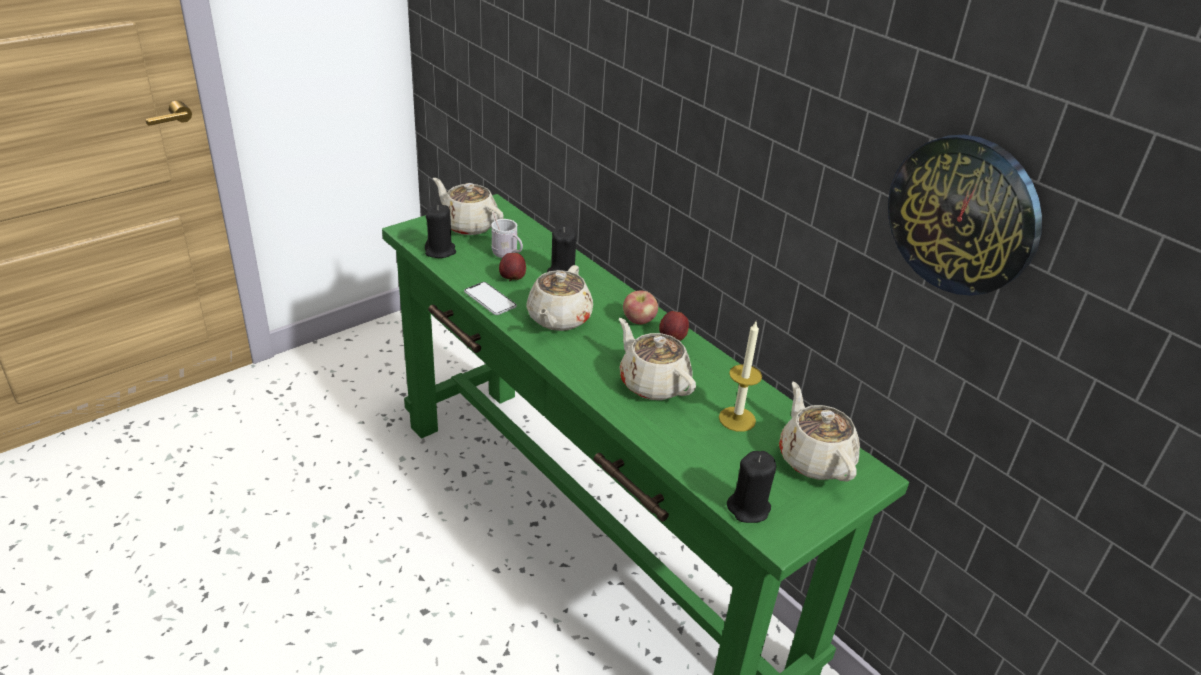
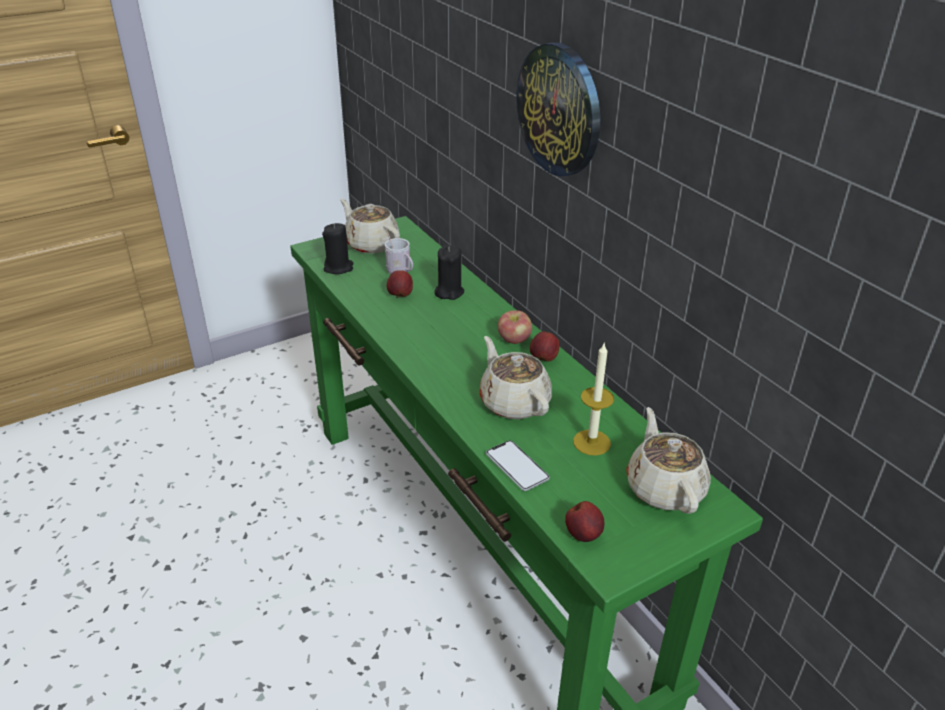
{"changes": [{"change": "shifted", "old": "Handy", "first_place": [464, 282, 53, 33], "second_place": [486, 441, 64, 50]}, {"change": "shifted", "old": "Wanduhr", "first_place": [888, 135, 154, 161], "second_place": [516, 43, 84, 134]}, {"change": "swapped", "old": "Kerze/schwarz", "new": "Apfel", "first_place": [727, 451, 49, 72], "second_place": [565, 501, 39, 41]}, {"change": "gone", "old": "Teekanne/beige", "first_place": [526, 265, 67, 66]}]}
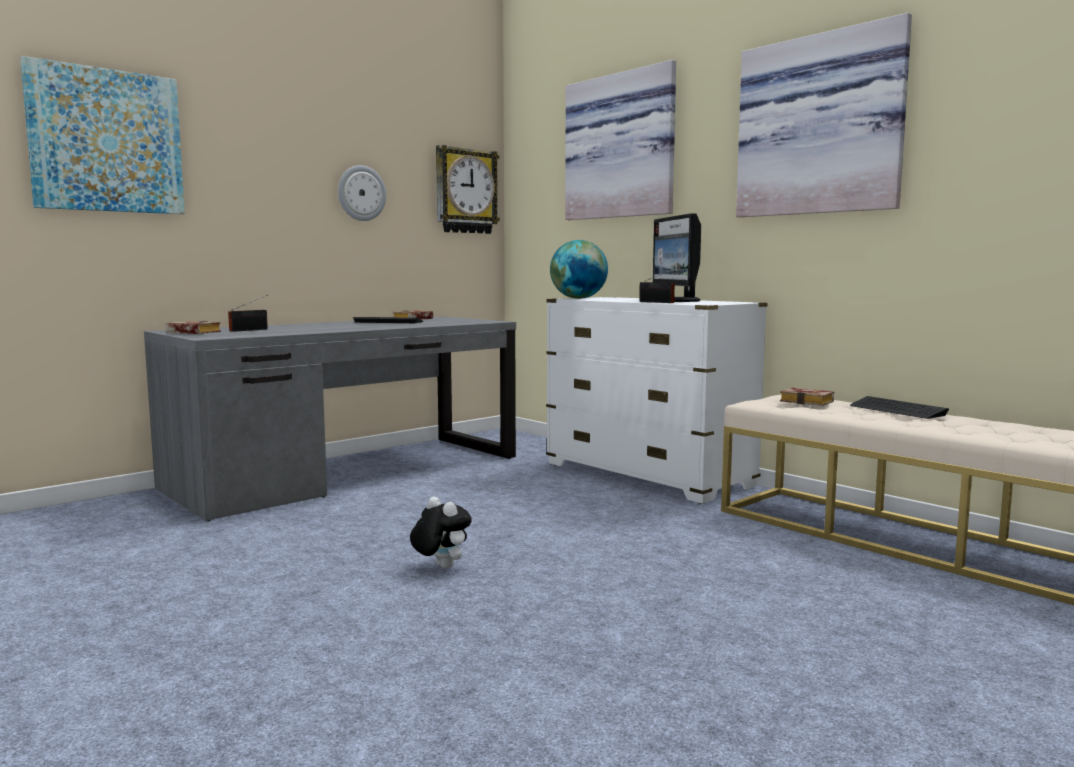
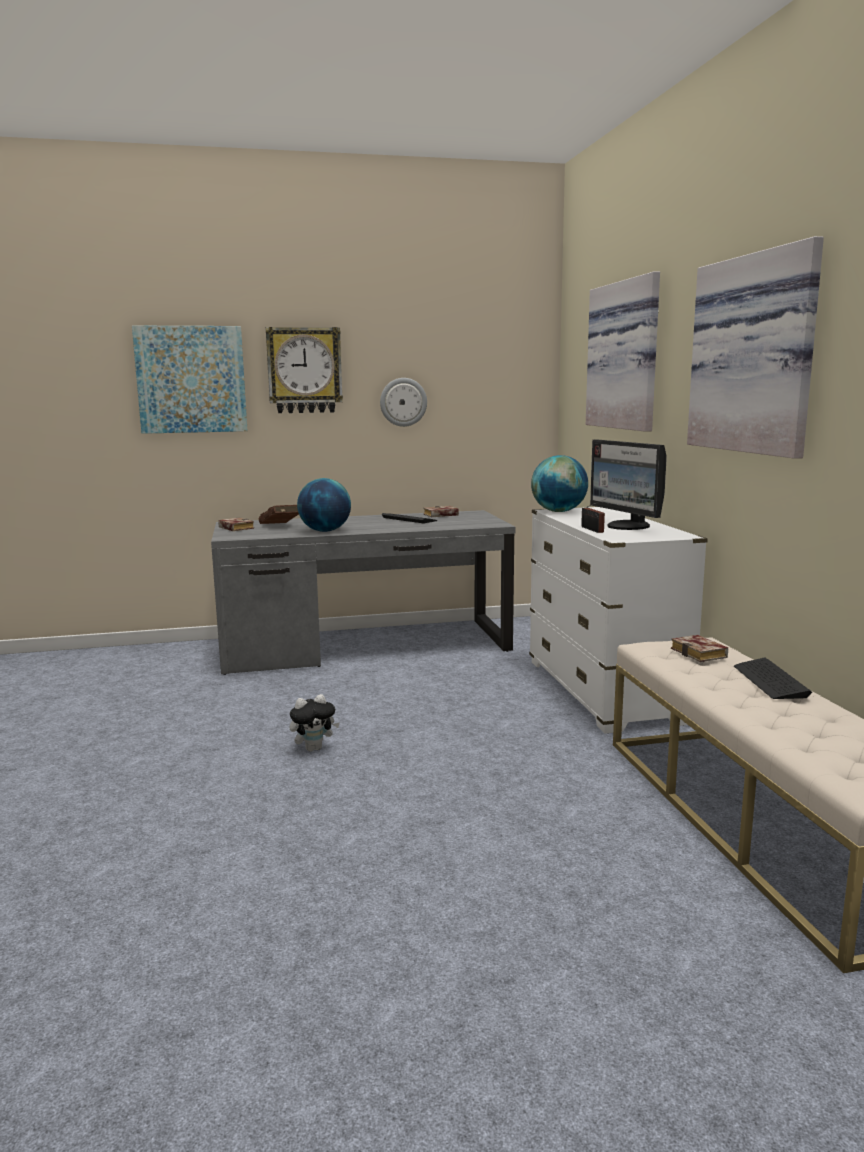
{"changes": [{"change": "swapped", "old": "Radio", "new": "Buch/braun", "first_place": [228, 295, 40, 37], "second_place": [259, 505, 40, 19]}, {"change": "shifted", "old": "Wanduhr", "first_place": [436, 145, 64, 89], "second_place": [266, 327, 77, 86]}, {"change": "rotated", "old": "Plüschtier", "first_place": [410, 497, 62, 72], "second_place": [290, 694, 50, 58], "degrees": 75}, {"change": "new", "new": "Globus", "second_place": [297, 478, 54, 54]}, {"change": "rotated", "old": "Monitor", "first_place": [653, 213, 48, 89], "second_place": [590, 439, 77, 91], "degrees": -45}]}
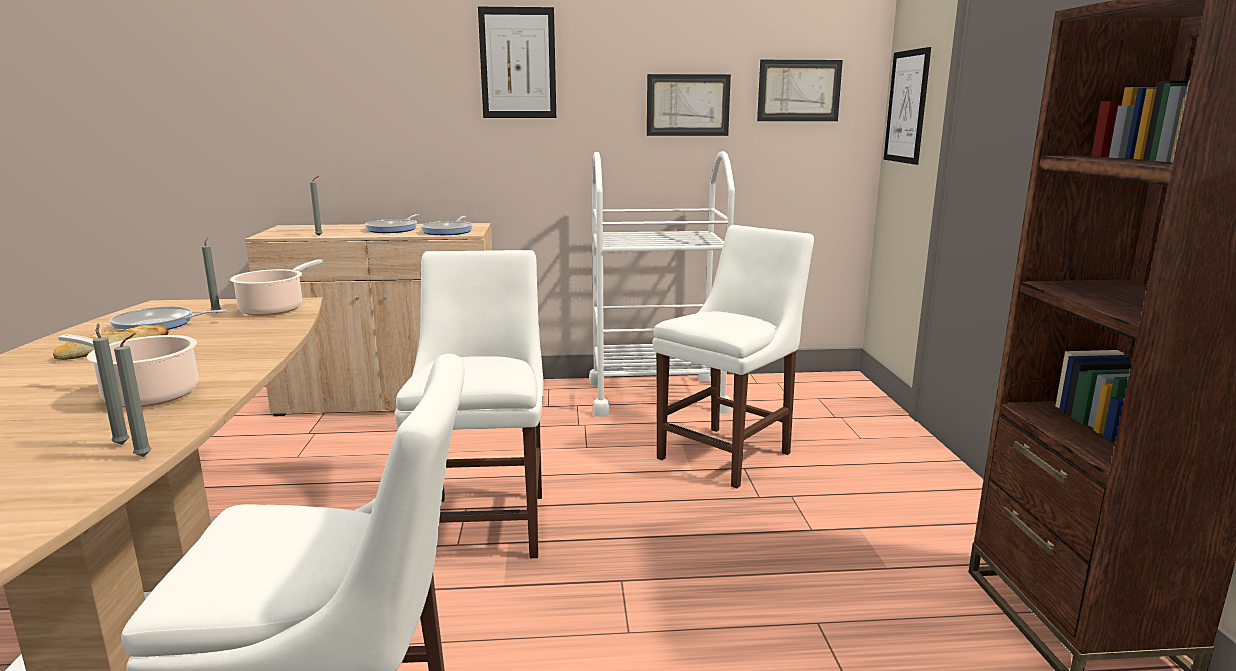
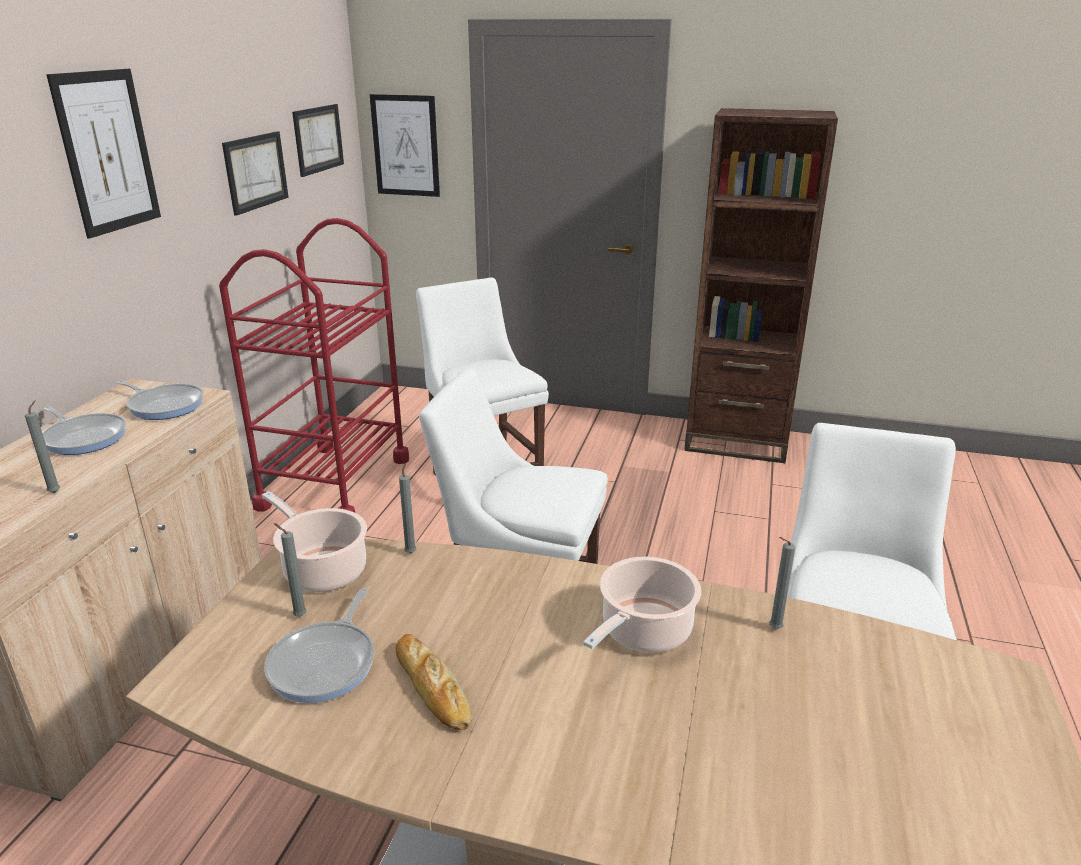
{"changes": [{"change": "repainted", "old": "Rollwagen/weiß", "new": "Rollwagen/rot", "first_place": [589, 151, 146, 266], "second_place": [219, 218, 190, 295]}, {"change": "shifted", "old": "Kerze/grau", "first_place": [114, 333, 37, 124], "second_place": [399, 463, 17, 90]}]}
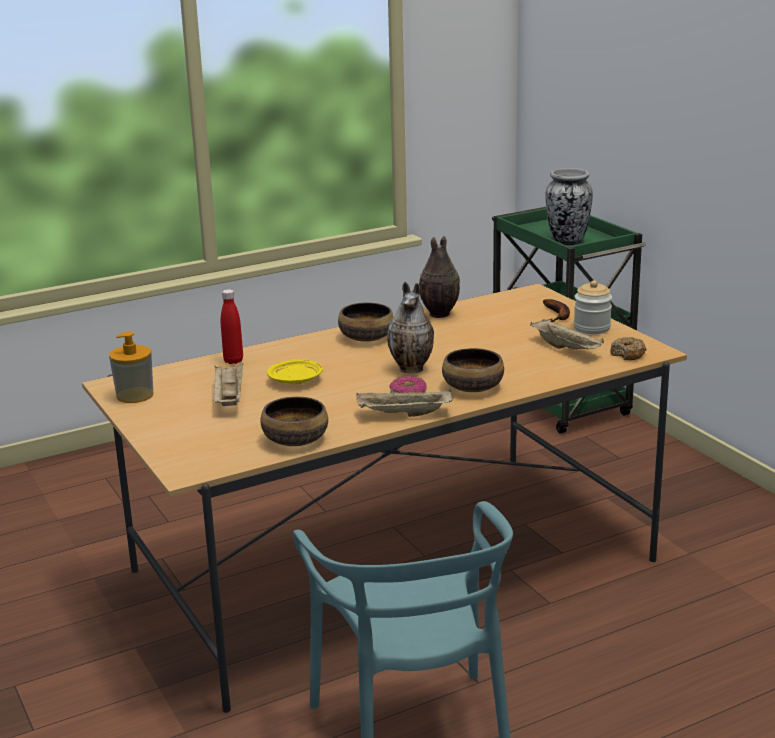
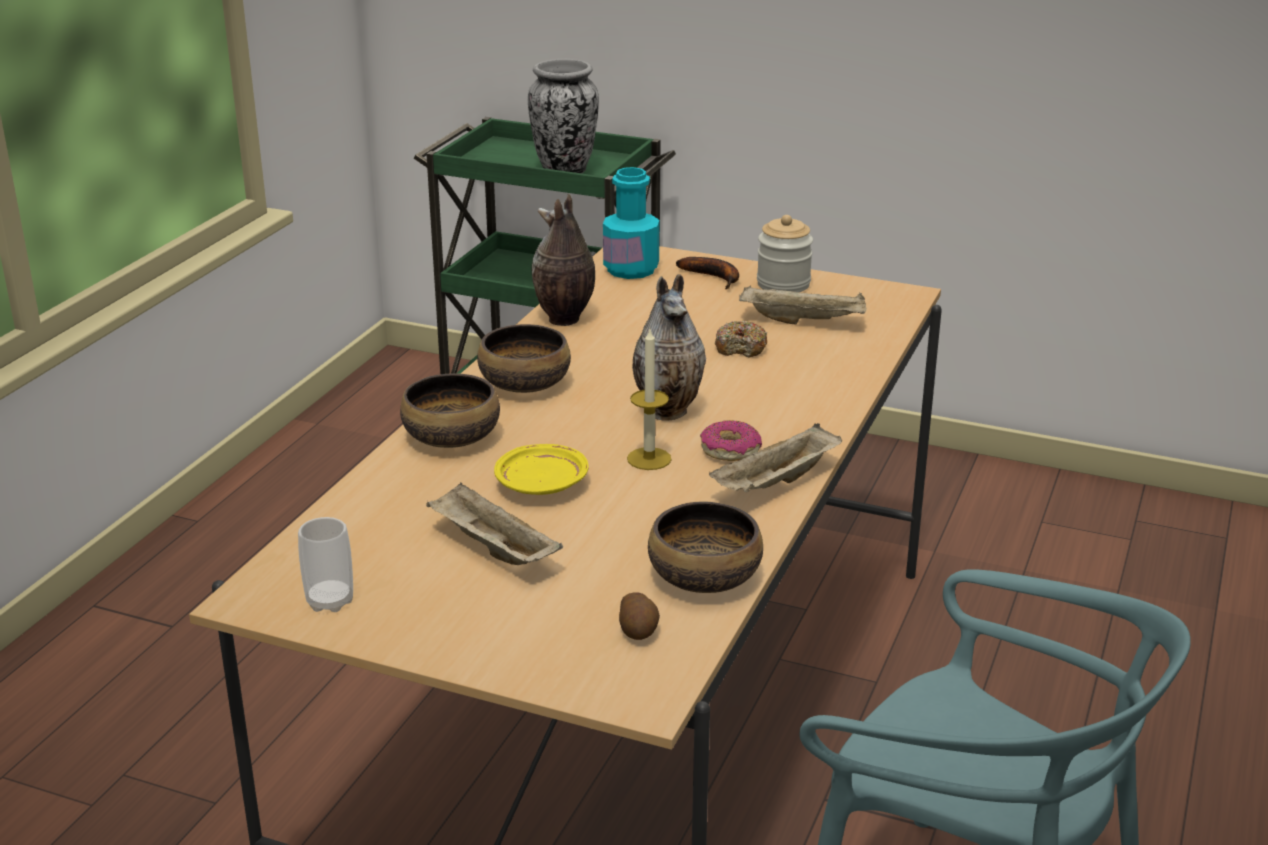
{"changes": [{"change": "swapped", "old": "Seifenspender", "new": "Tasse", "first_place": [109, 331, 44, 72], "second_place": [298, 517, 55, 95]}, {"change": "shifted", "old": "Schüssel", "first_place": [442, 348, 62, 44], "second_place": [400, 373, 100, 75]}, {"change": "new", "new": "Flasche/türkis", "second_place": [603, 167, 56, 112]}, {"change": "new", "new": "Kartoffel", "second_place": [619, 592, 41, 48]}, {"change": "new", "new": "Kerze", "second_place": [627, 329, 45, 141]}, {"change": "shifted", "old": "Donut", "first_place": [610, 337, 37, 23], "second_place": [715, 321, 52, 36]}, {"change": "gone", "old": "Flasche/rot", "first_place": [221, 289, 22, 75]}]}
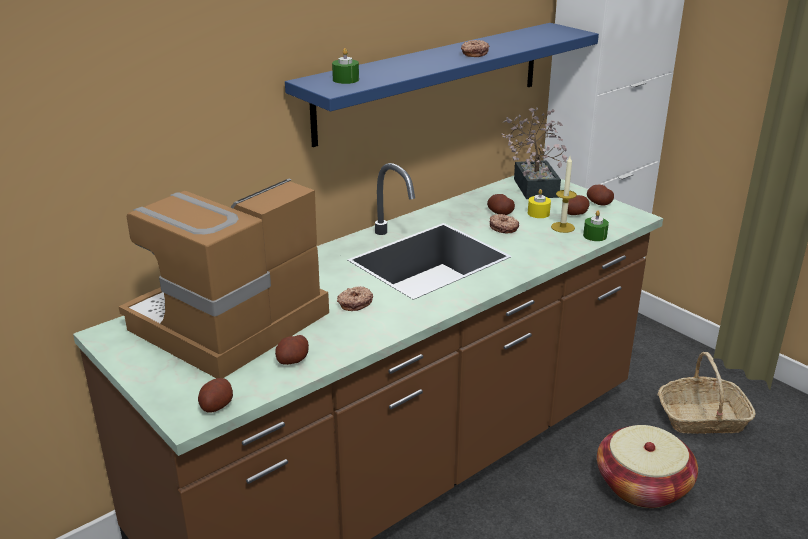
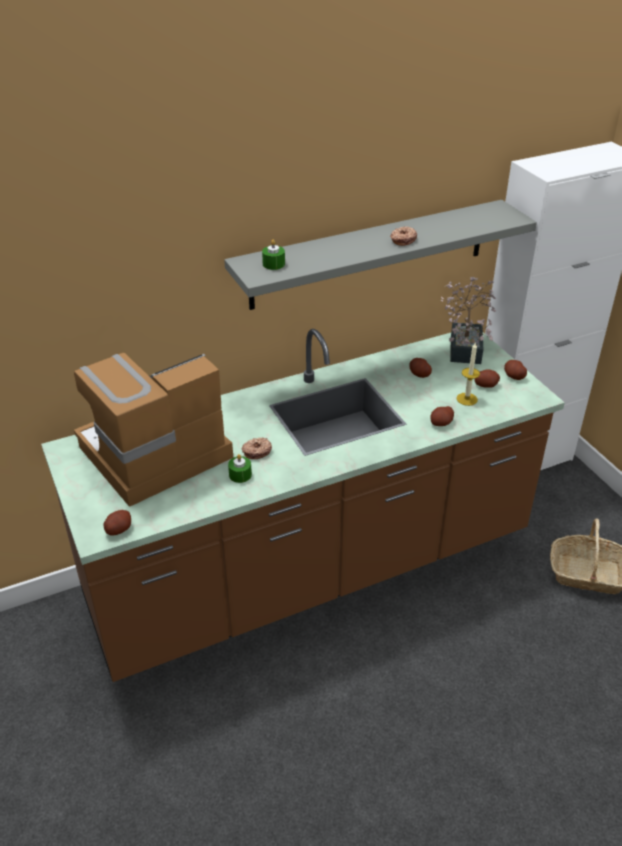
{"changes": [{"change": "repainted", "old": "Wandregal/blau", "new": "Wandregal/grau", "first_place": [285, 23, 314, 124], "second_place": [224, 200, 313, 110]}, {"change": "shifted", "old": "Kerze/grün", "first_place": [583, 211, 26, 30], "second_place": [228, 454, 24, 29]}, {"change": "shifted", "old": "Kartoffel", "first_place": [275, 335, 34, 30], "second_place": [430, 406, 24, 20]}, {"change": "gone", "old": "Donut", "first_place": [490, 214, 29, 19]}, {"change": "gone", "old": "Kerze/gelb", "first_place": [528, 189, 23, 29]}, {"change": "gone", "old": "Korb", "first_place": [597, 425, 101, 83]}]}
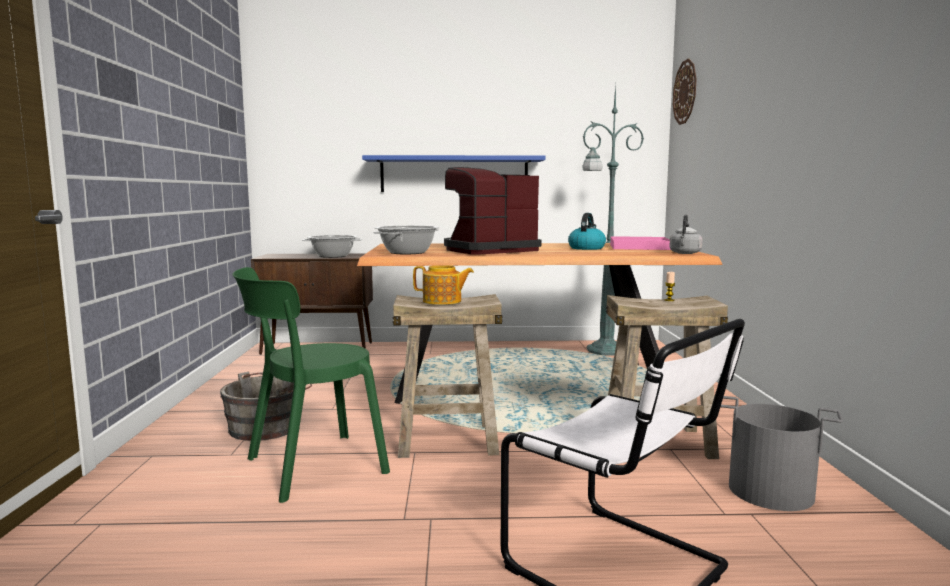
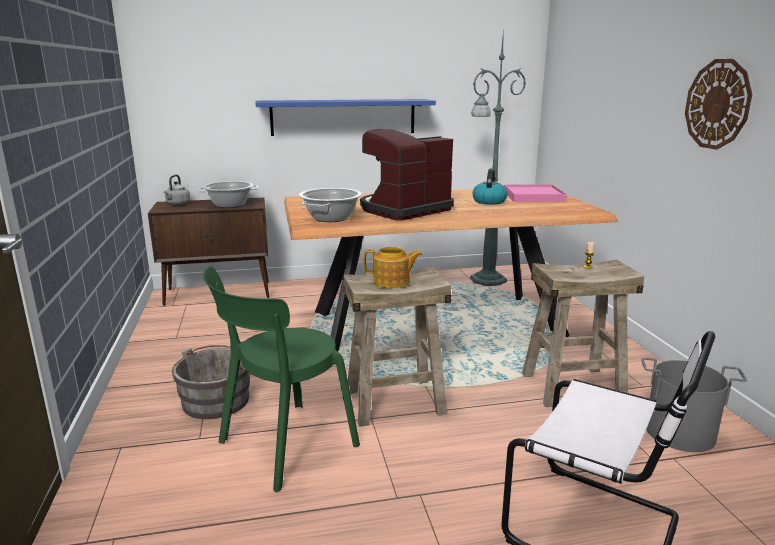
{"changes": [{"change": "shifted", "old": "Wasserkessel/grau", "first_place": [669, 215, 34, 39], "second_place": [164, 174, 26, 31]}, {"change": "shifted", "old": "Wanduhr", "first_place": [673, 59, 24, 66], "second_place": [685, 59, 67, 91]}]}
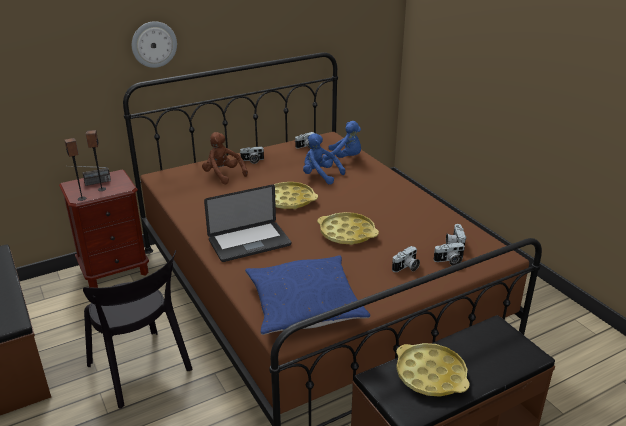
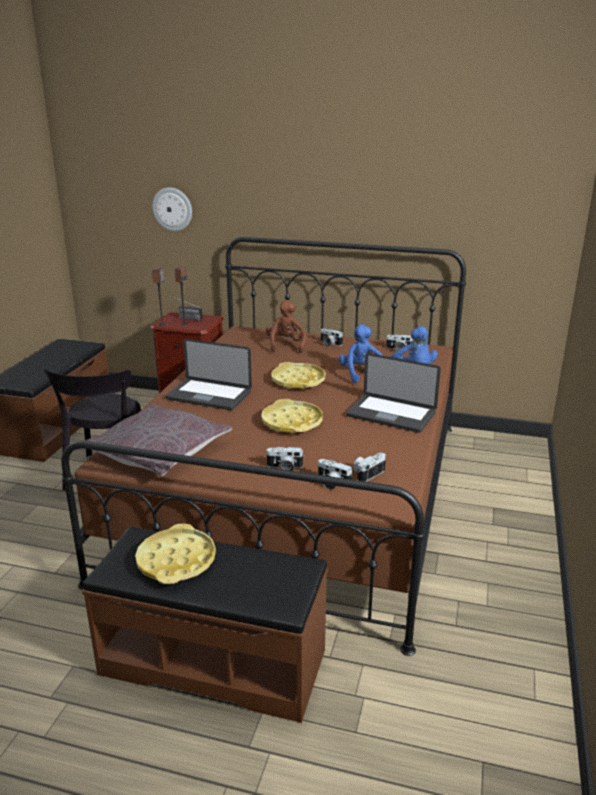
{"changes": [{"change": "repainted", "old": "Kissen/blau", "new": "Kissen/grau", "first_place": [245, 255, 125, 80], "second_place": [85, 404, 147, 72]}, {"change": "shifted", "old": "Wanduhr", "first_place": [132, 21, 45, 47], "second_place": [152, 187, 40, 44]}, {"change": "new", "new": "Laptop", "second_place": [346, 353, 95, 79]}]}
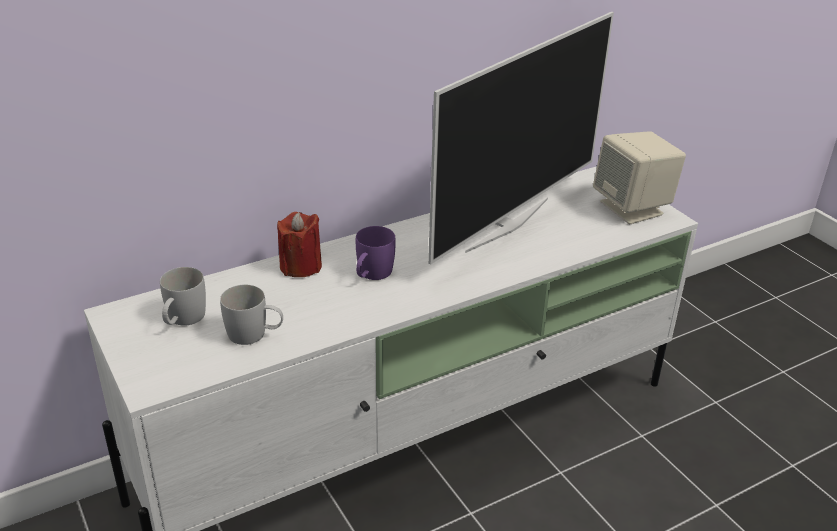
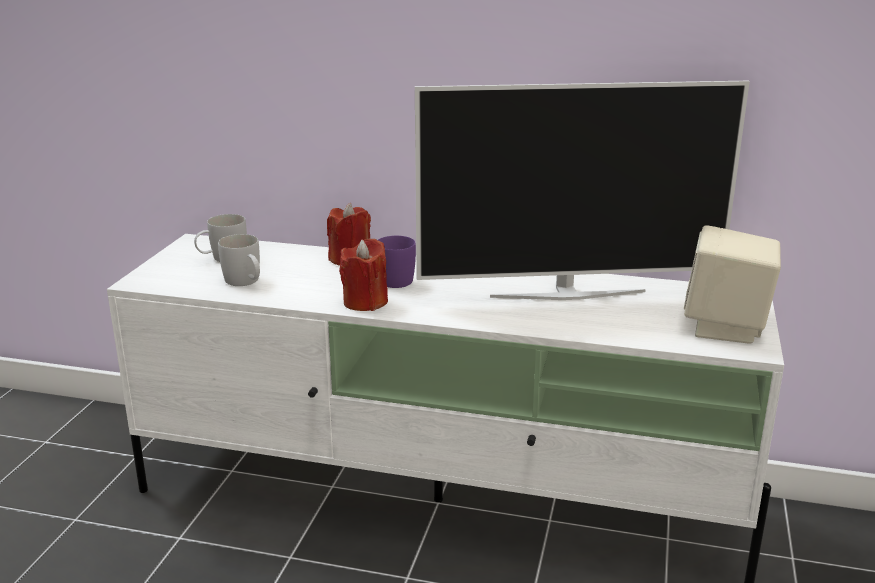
{"changes": [{"change": "new", "new": "Kerze/rot", "second_place": [339, 239, 49, 72]}]}
